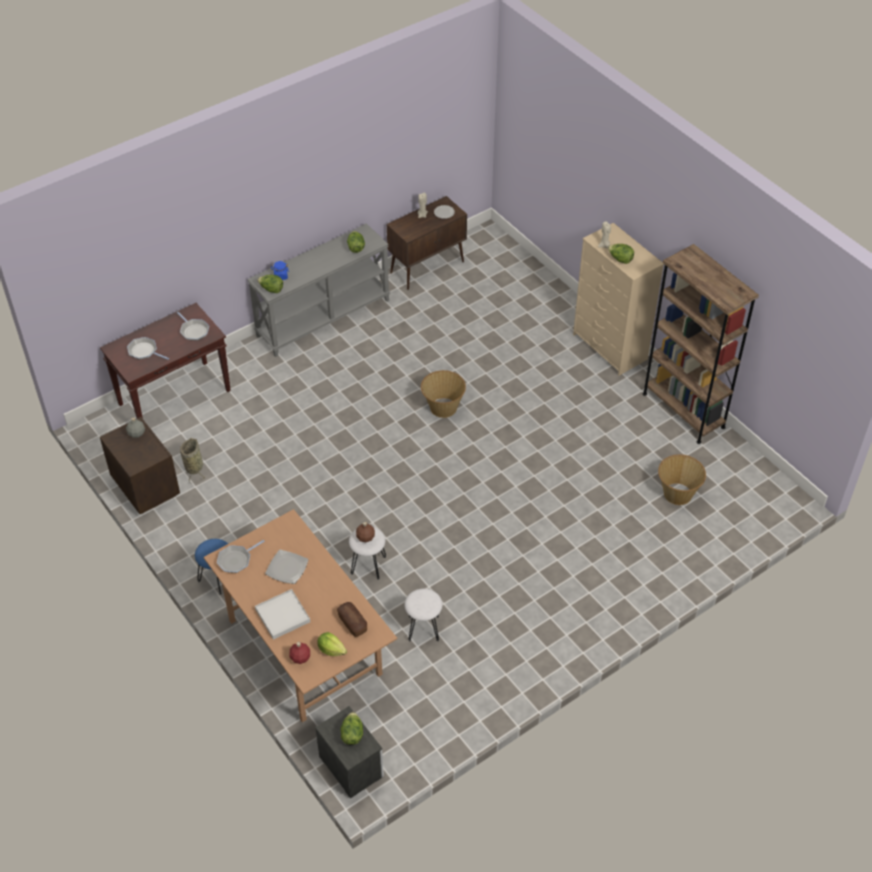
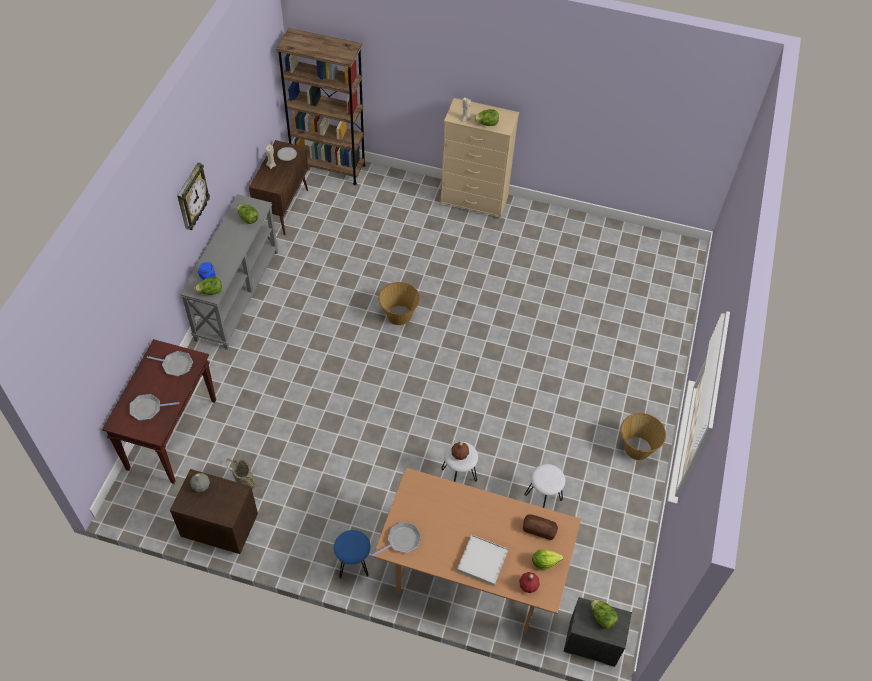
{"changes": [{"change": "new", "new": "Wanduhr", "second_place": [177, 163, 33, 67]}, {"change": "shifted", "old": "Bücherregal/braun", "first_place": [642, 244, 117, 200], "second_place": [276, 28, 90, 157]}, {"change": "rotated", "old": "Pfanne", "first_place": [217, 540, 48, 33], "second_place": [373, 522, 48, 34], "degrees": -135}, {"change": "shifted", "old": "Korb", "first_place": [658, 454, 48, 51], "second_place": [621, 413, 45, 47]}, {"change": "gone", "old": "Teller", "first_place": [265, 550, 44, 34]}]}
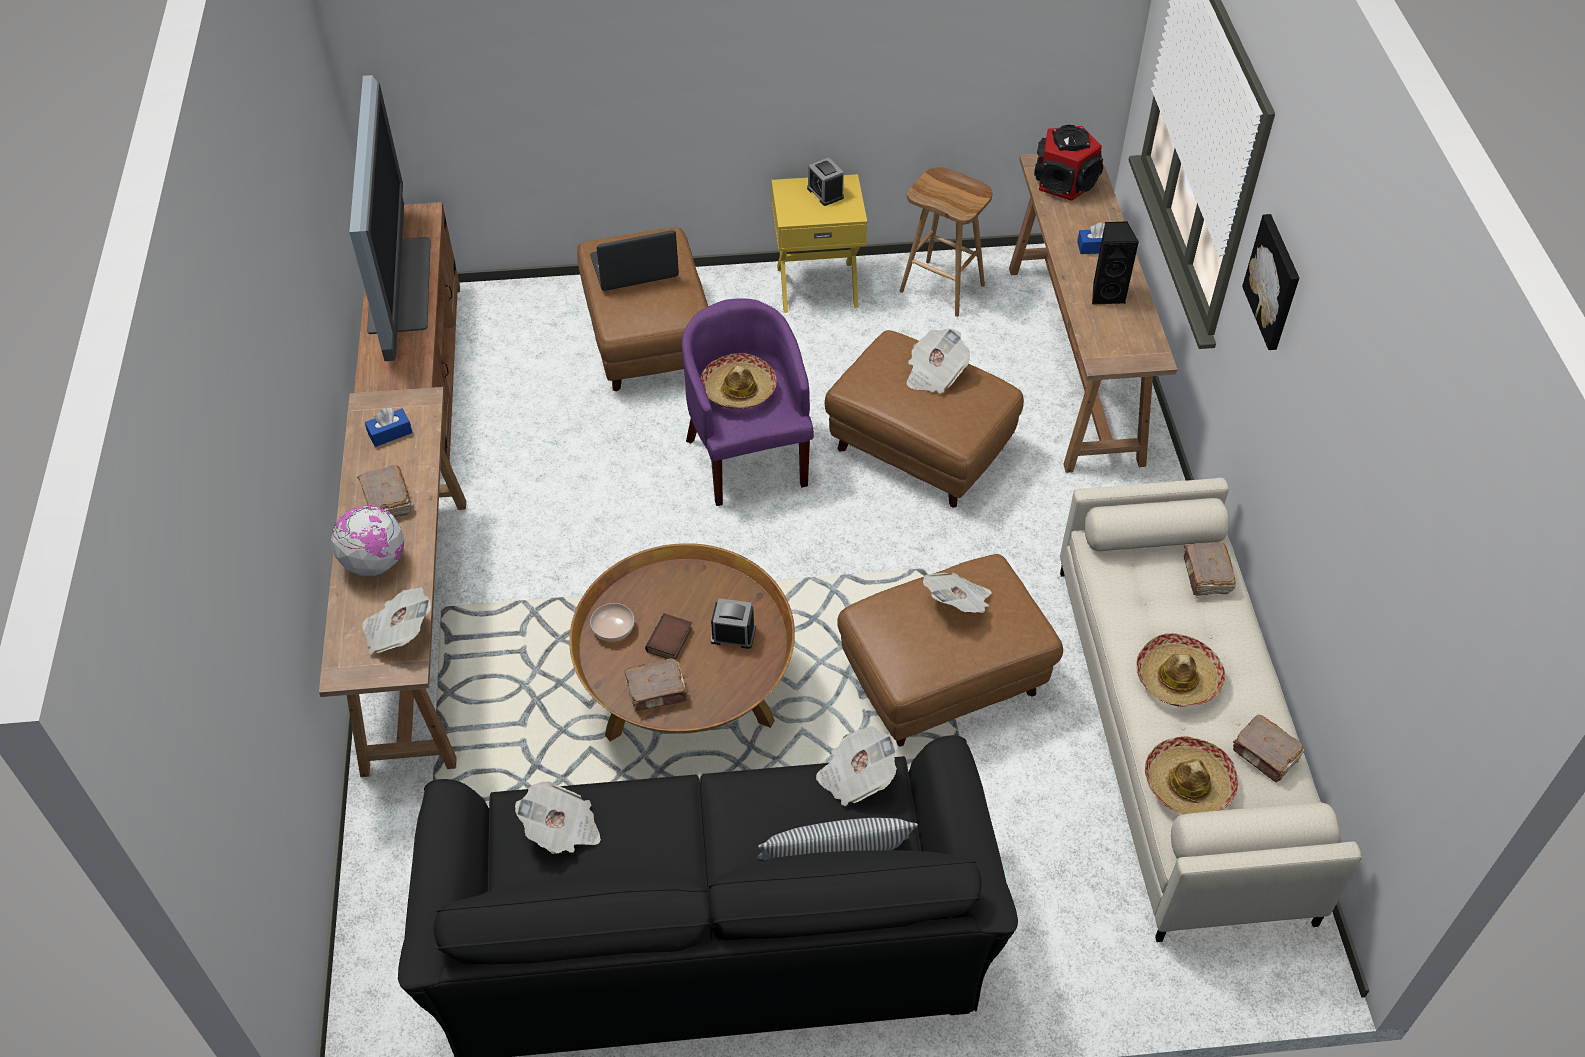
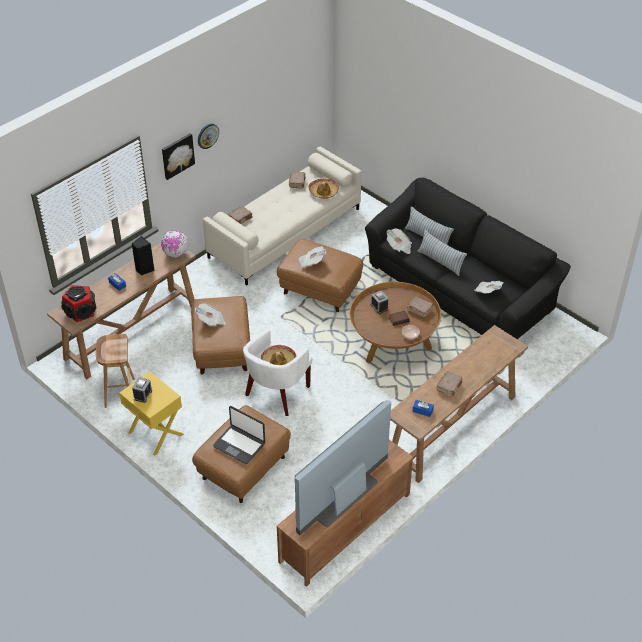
{"changes": [{"change": "shifted", "old": "Globus", "first_place": [331, 506, 73, 70], "second_place": [161, 230, 28, 28]}, {"change": "new", "new": "Wanduhr", "second_place": [198, 123, 21, 26]}, {"change": "repainted", "old": "Sessel/lila", "new": "Sessel/weiß", "first_place": [682, 299, 132, 207], "second_place": [243, 329, 69, 87]}, {"change": "new", "new": "Kissen", "second_place": [417, 229, 50, 47]}, {"change": "gone", "old": "Zeitung", "first_place": [362, 587, 69, 67]}, {"change": "gone", "old": "Hut", "first_place": [1136, 633, 89, 74]}]}
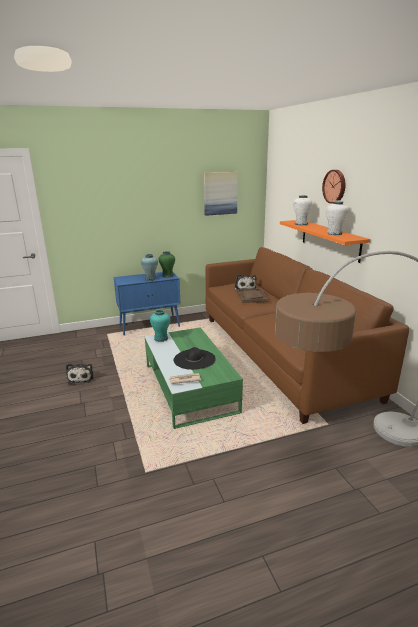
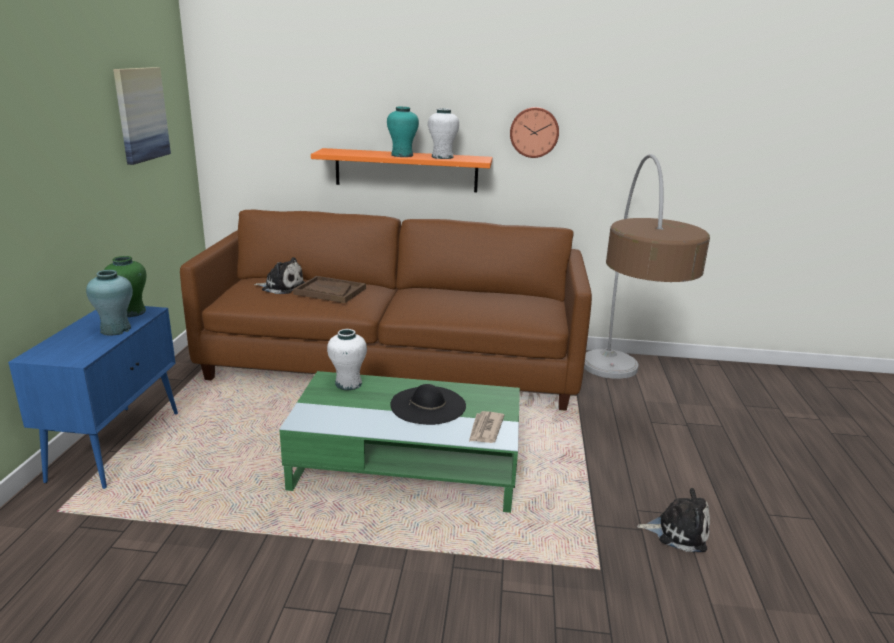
{"changes": [{"change": "shifted", "old": "Vase/weiß", "first_place": [293, 195, 19, 30], "second_place": [327, 329, 40, 61]}, {"change": "shifted", "old": "Vase/türkis", "first_place": [150, 310, 21, 32], "second_place": [387, 106, 32, 51]}, {"change": "shifted", "old": "Wanduhr", "first_place": [322, 170, 23, 34], "second_place": [510, 107, 49, 51]}, {"change": "shifted", "old": "Plüschtier", "first_place": [66, 364, 28, 20], "second_place": [637, 488, 73, 64]}]}
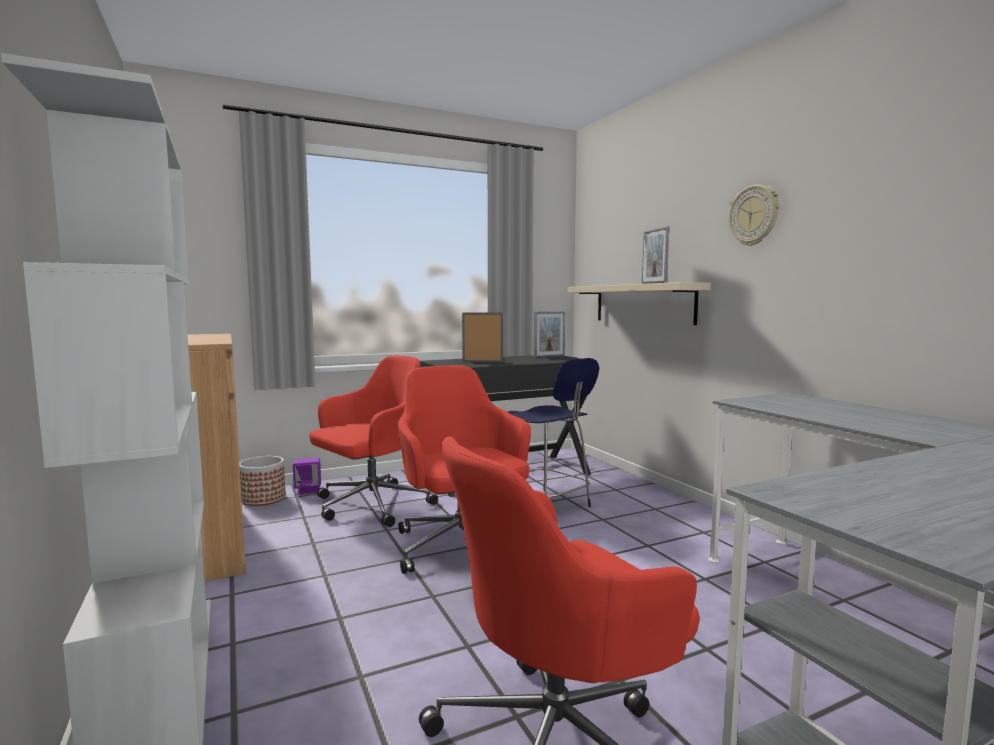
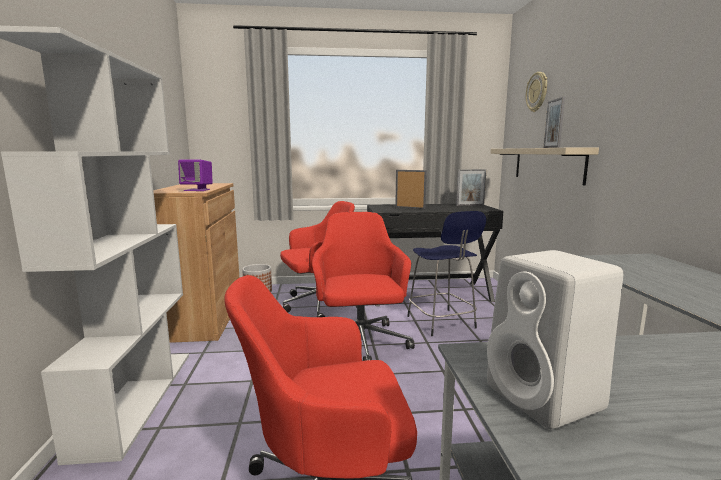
{"changes": [{"change": "shifted", "old": "Lautsprecher/lila", "first_place": [293, 458, 28, 36], "second_place": [178, 160, 35, 31]}, {"change": "new", "new": "Lautsprecher/weiß", "second_place": [487, 250, 136, 179]}, {"change": "shifted", "old": "Wanduhr", "first_place": [729, 185, 51, 61], "second_place": [526, 72, 21, 40]}]}
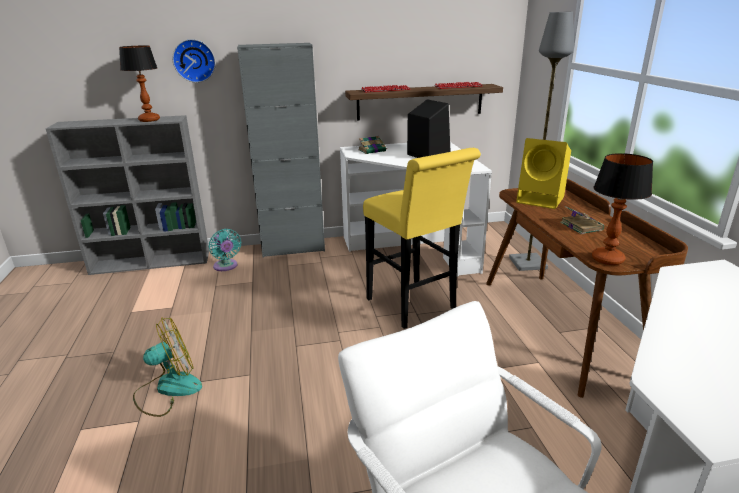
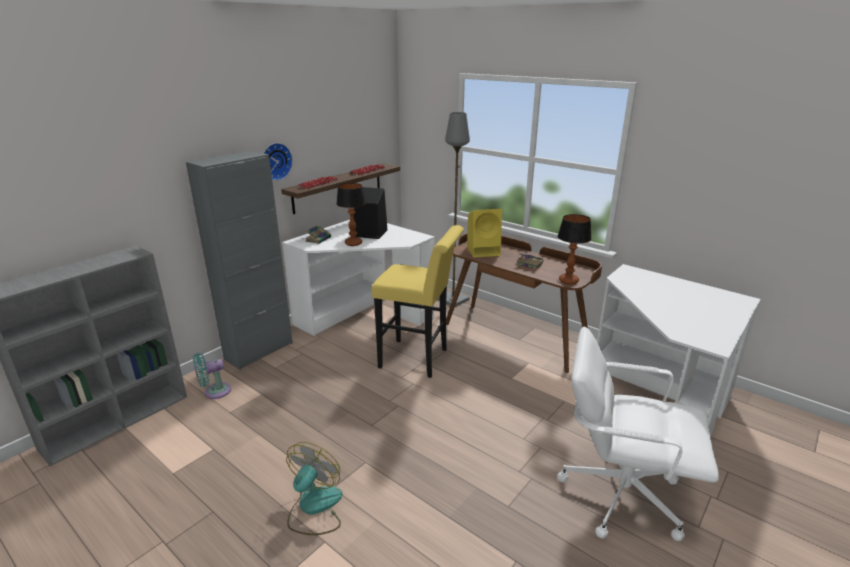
{"changes": [{"change": "rotated", "old": "Ventilator/türkis", "first_place": [209, 229, 32, 42], "second_place": [193, 353, 38, 46], "degrees": 135}, {"change": "shifted", "old": "Wanduhr", "first_place": [172, 39, 44, 44], "second_place": [264, 143, 29, 38]}, {"change": "shifted", "old": "Tischlampe", "first_place": [119, 46, 41, 76], "second_place": [336, 183, 30, 63]}]}
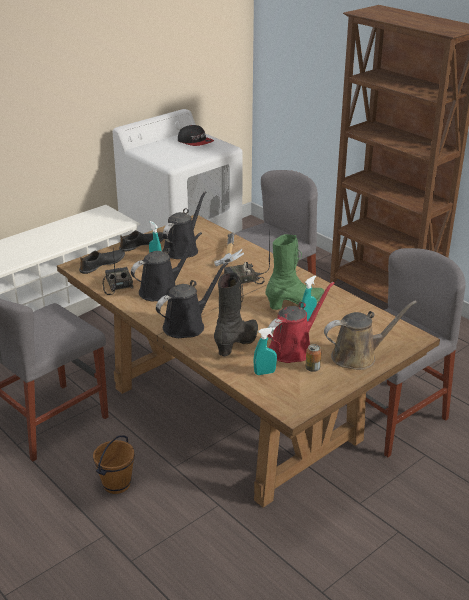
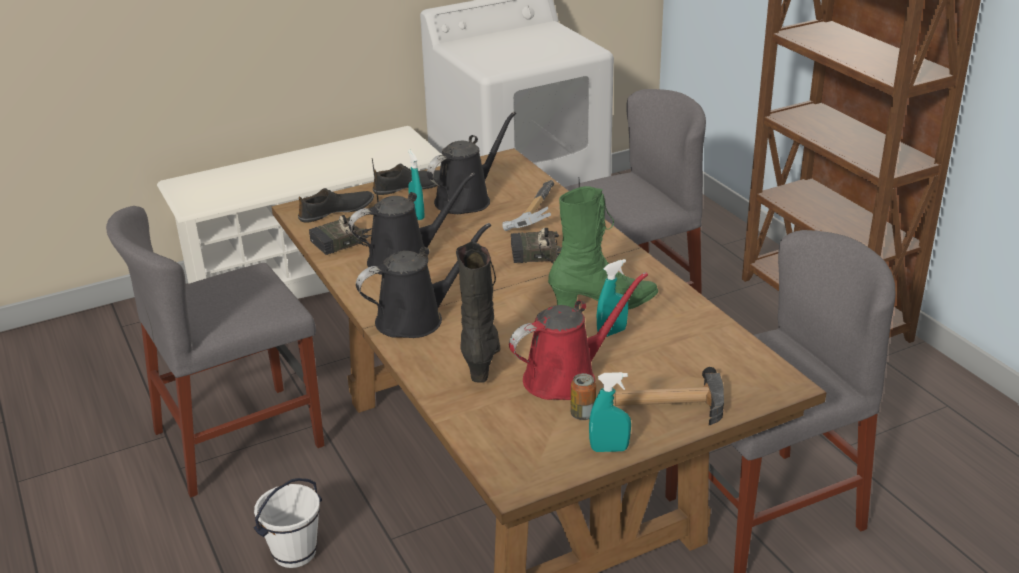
{"changes": [{"change": "repainted", "old": "Eimer/braun", "new": "Eimer/weiß", "first_place": [93, 435, 42, 59], "second_place": [253, 478, 69, 90]}, {"change": "rotated", "old": "Radio", "first_place": [102, 247, 31, 48], "second_place": [309, 158, 70, 97], "degrees": -120}, {"change": "rotated", "old": "Stiefel/schwarz", "first_place": [214, 272, 44, 85], "second_place": [456, 241, 44, 142], "degrees": -45}, {"change": "shifted", "old": "Sprühflasche/türkis", "first_place": [253, 327, 24, 48], "second_place": [589, 372, 42, 80]}, {"change": "swapped", "old": "Gießkanne/braun", "new": "Hammer", "first_place": [324, 301, 93, 69], "second_place": [615, 367, 109, 58]}, {"change": "gone", "old": "Kappe", "first_place": [178, 125, 36, 21]}]}
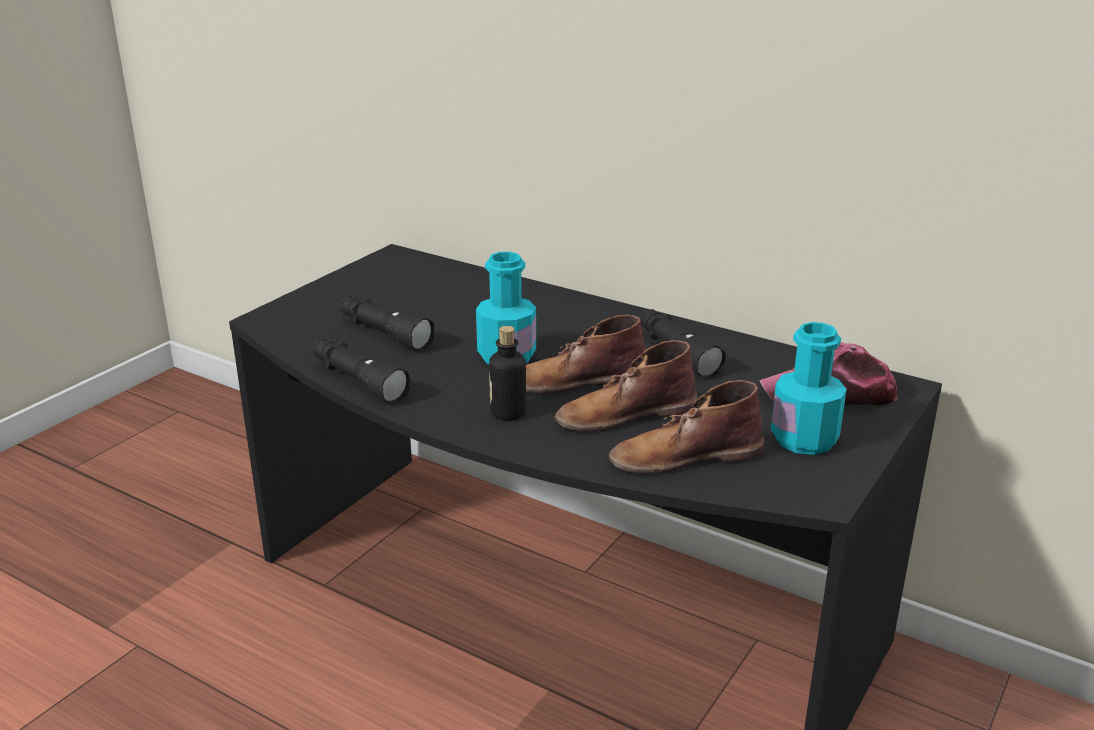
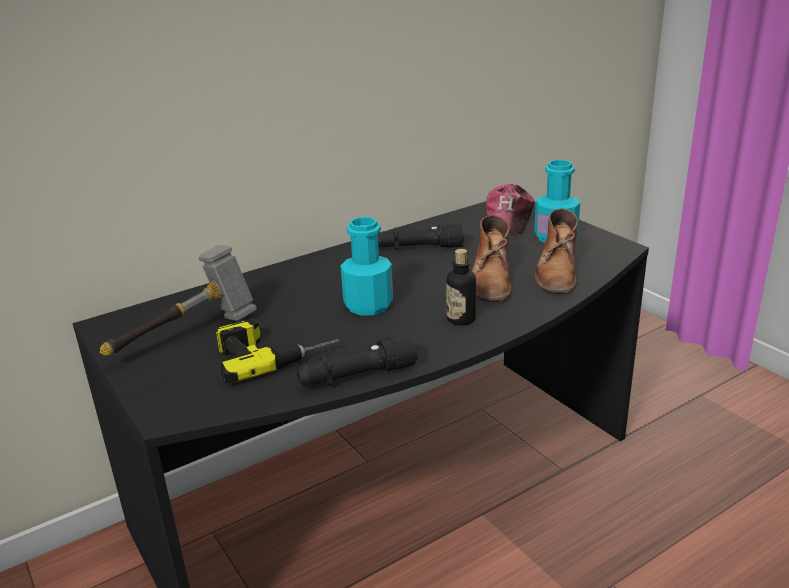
{"changes": [{"change": "new", "new": "Hammer", "second_place": [100, 245, 157, 111]}, {"change": "swapped", "old": "Taschenlampe/schwarz", "new": "Bohrmaschine", "first_place": [340, 296, 95, 55], "second_place": [216, 318, 123, 66]}, {"change": "gone", "old": "Stiefel/braun", "first_place": [526, 314, 120, 80]}]}
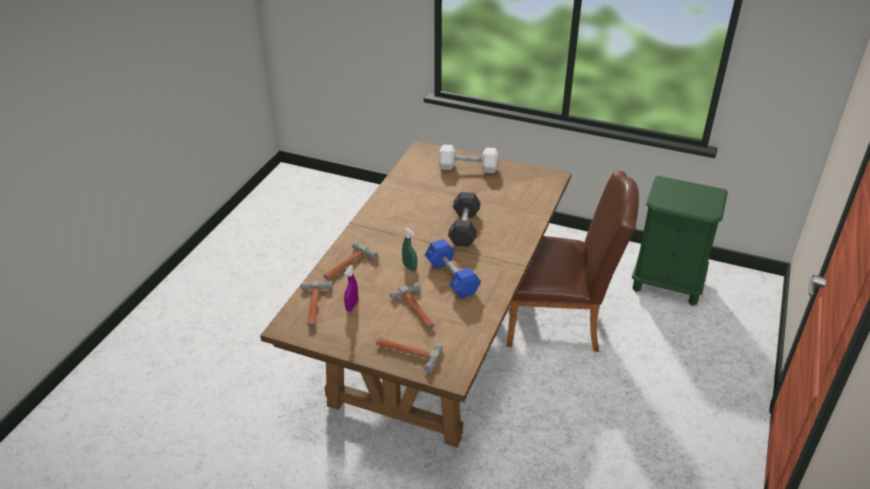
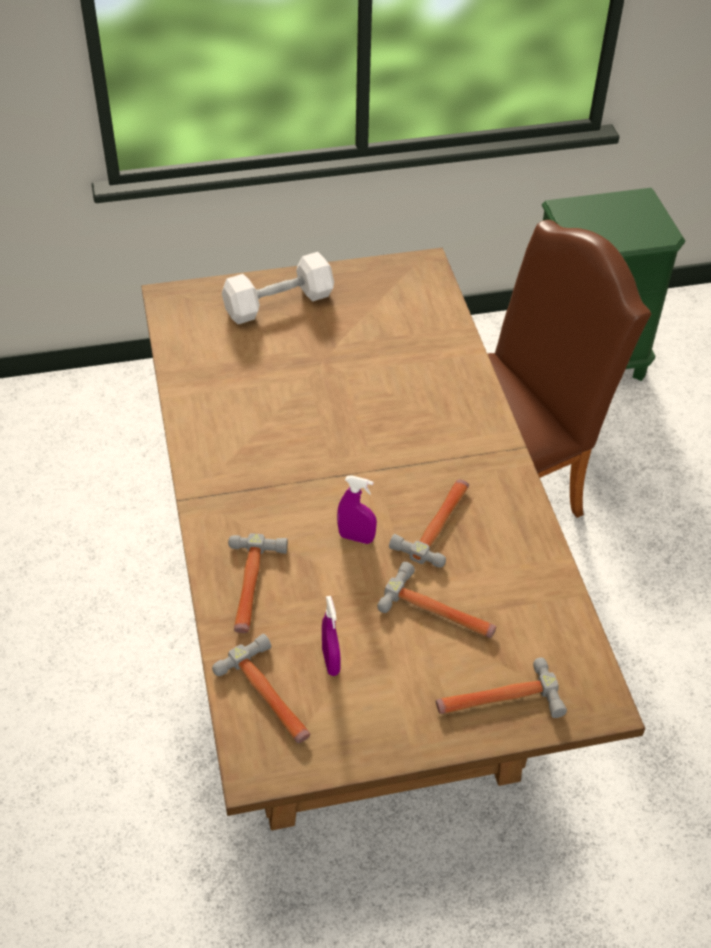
{"changes": [{"change": "repainted", "old": "Sprühflasche/grün", "new": "Sprühflasche/lila", "first_place": [402, 228, 15, 44], "second_place": [337, 475, 40, 69]}, {"change": "swapped", "old": "Hantel/blau", "new": "Hammer", "first_place": [425, 239, 56, 60], "second_place": [389, 479, 80, 89]}, {"change": "gone", "old": "Hantel/schwarz", "first_place": [448, 192, 33, 55]}]}
